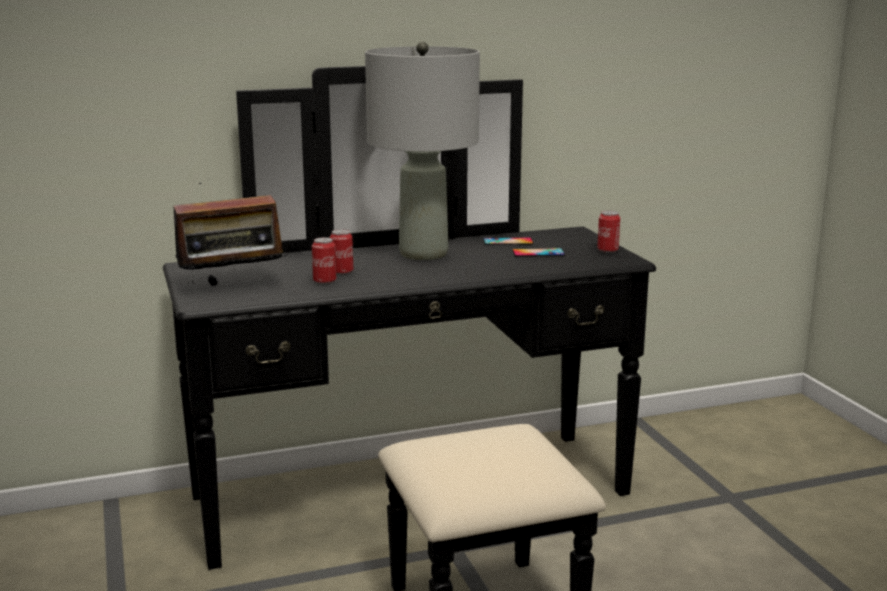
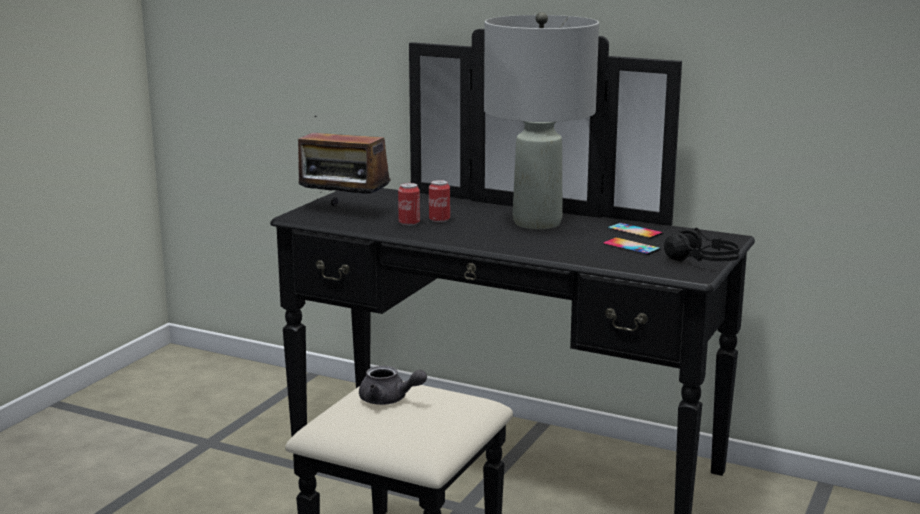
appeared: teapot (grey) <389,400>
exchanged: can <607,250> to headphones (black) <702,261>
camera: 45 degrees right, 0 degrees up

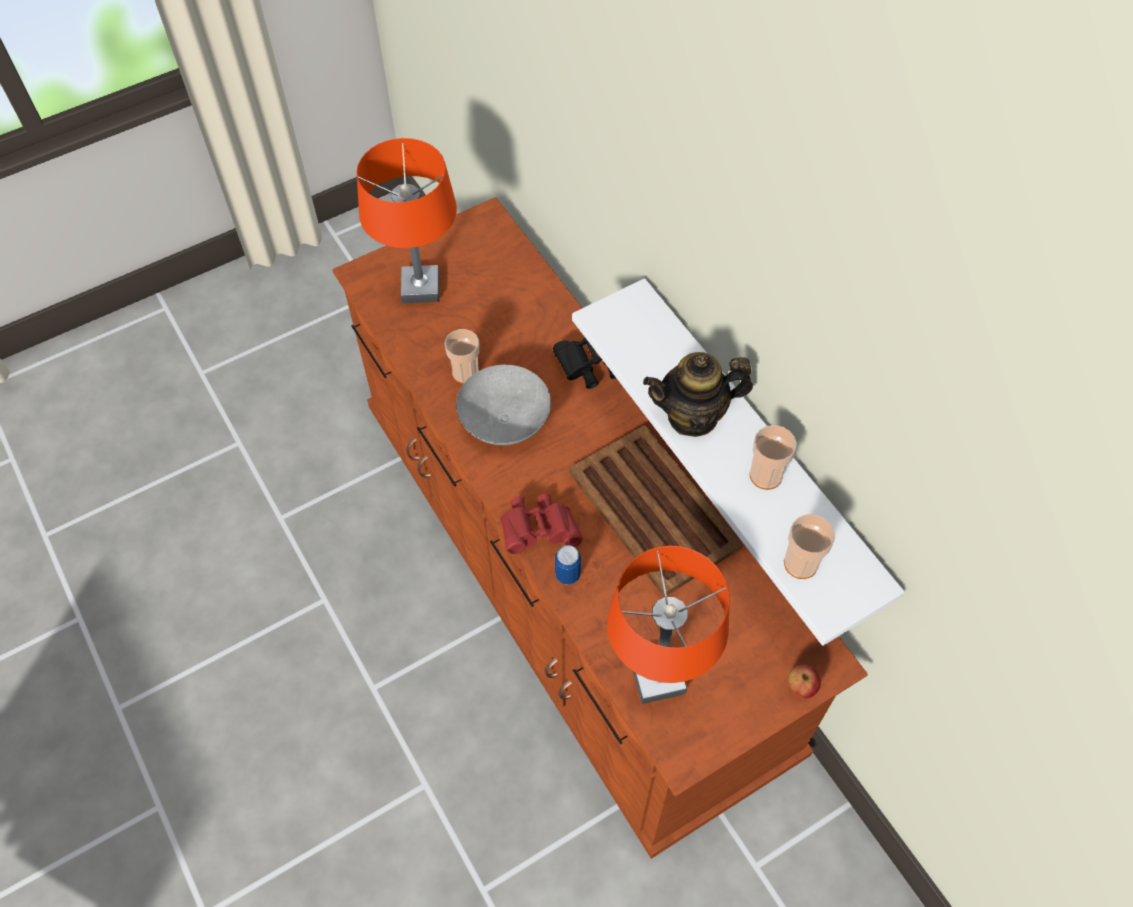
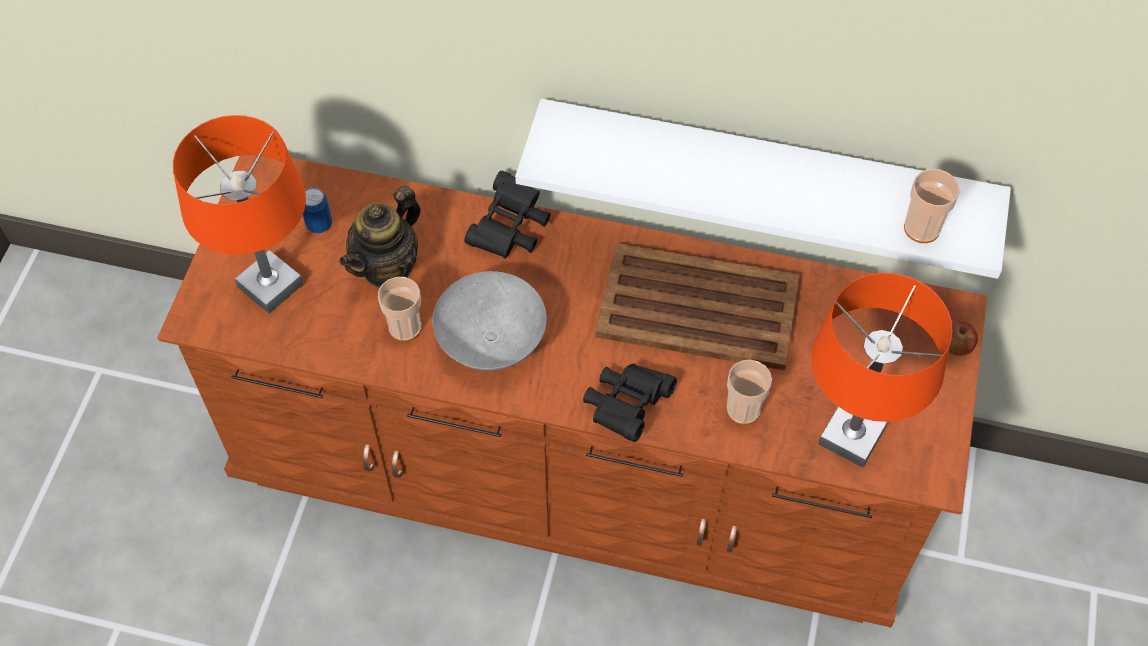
relocated: can <567,574> to <319,224>; teapot <693,416> to <387,266>; cup <765,475> to <743,410>
colour: binoculars (red) <539,530> to binoculars (black) <627,406>
camera: 45 degrees left, 0 degrees up

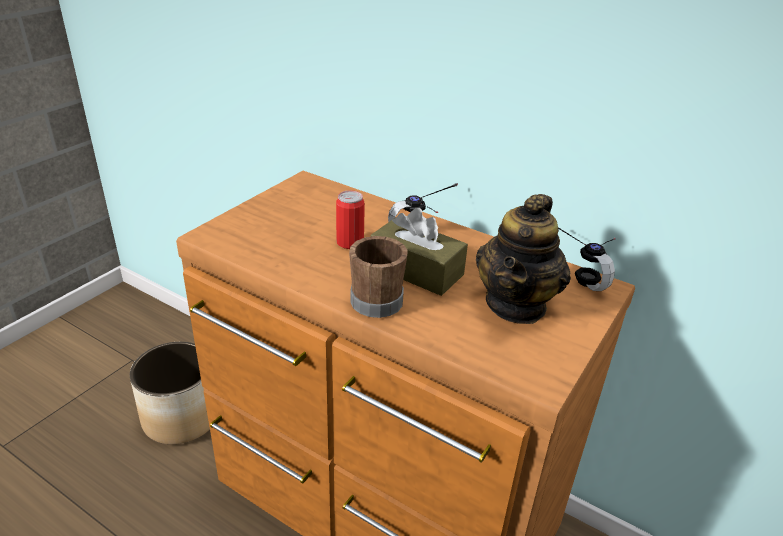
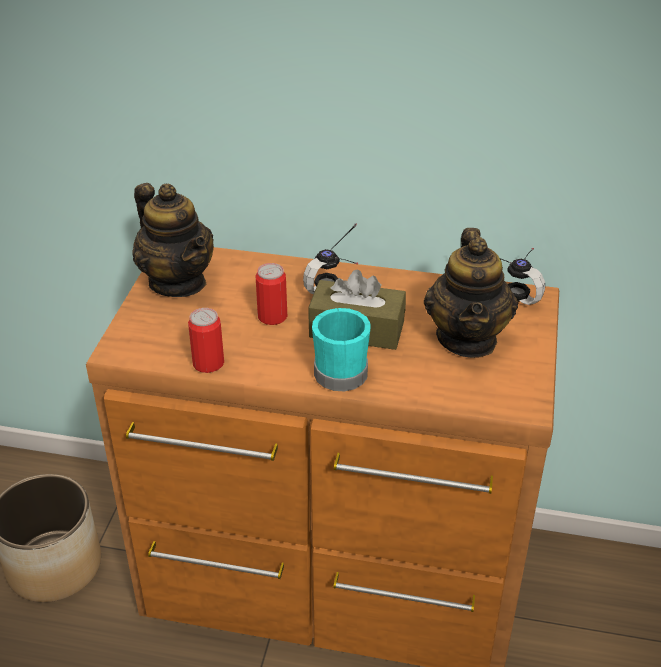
appeared: teapot <178,282>; can <208,363>
colour: mug (brown) <376,298> to mug (turquoise) <337,370>
camera: 20 degrees left, 5 degrees up

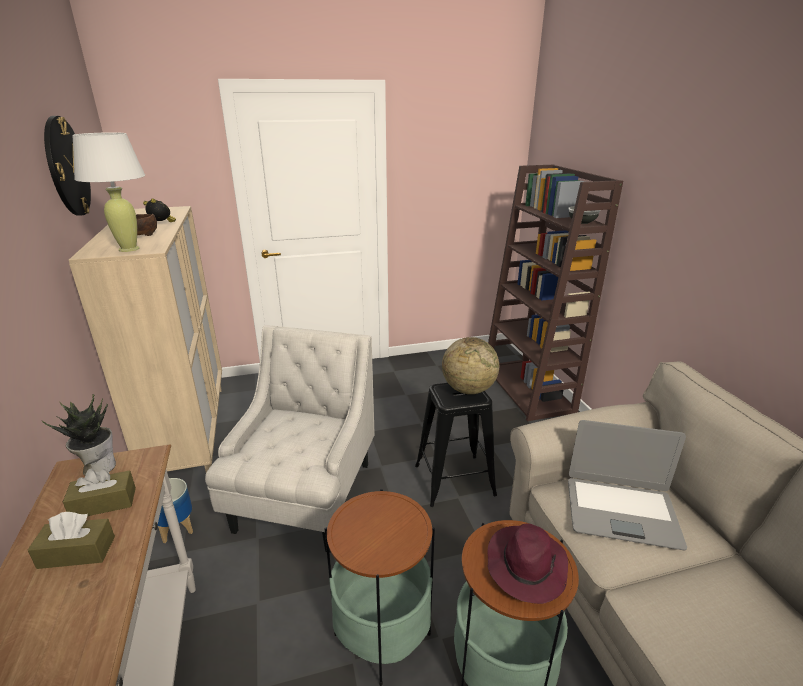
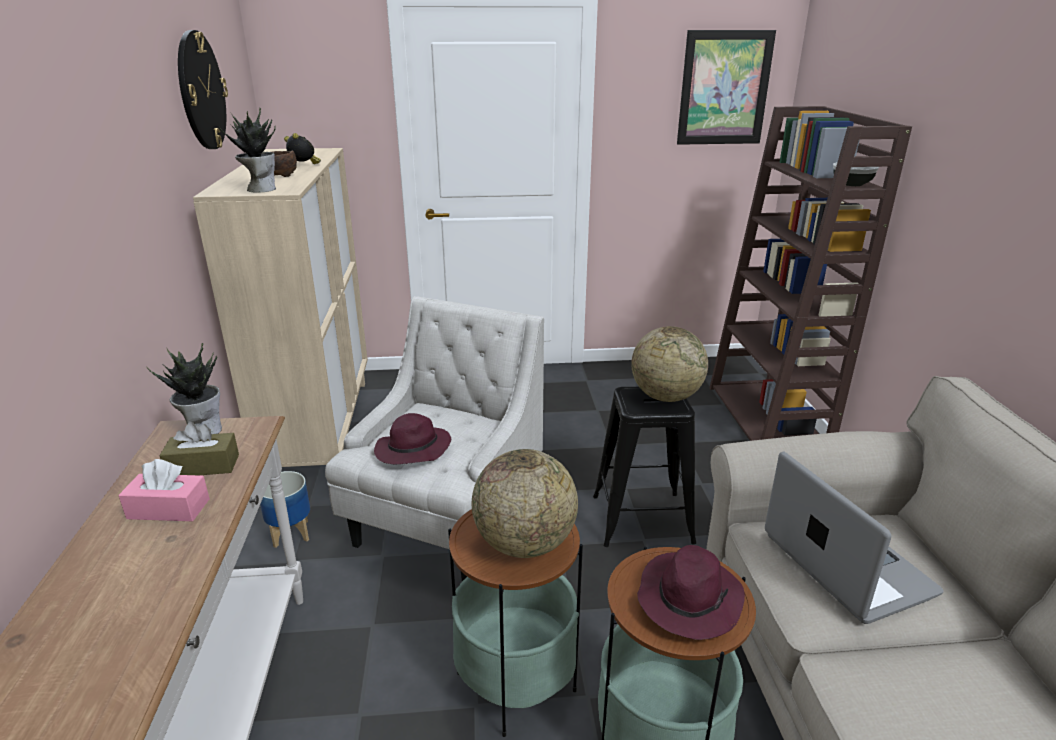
appeared: hat (purple) <412,450>; globe <525,544>; picture <724,88>
exchanged: table lamp (white) <129,249> to potted plant <260,189>
colour: tissue box (brown) <77,552> to tissue box (pink) <168,509>
spun: laptop <621,512> = <846,565> 135 degrees counterclockwise
camera: 10 degrees right, 0 degrees up

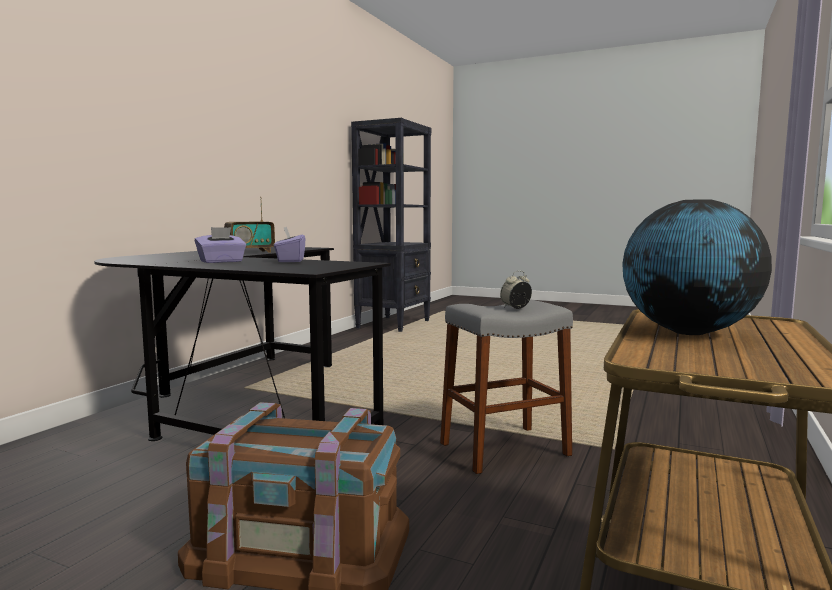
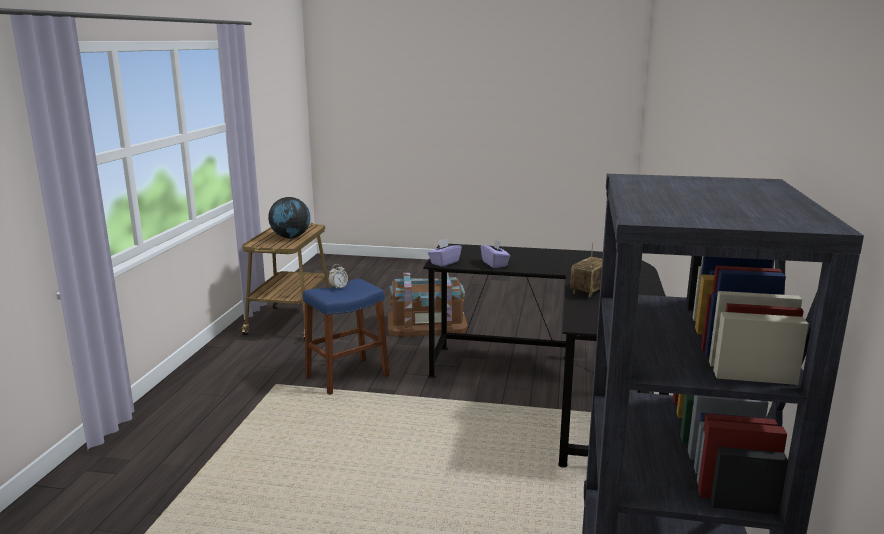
relocated: tissue box (purple) <221,261> to <444,262>
colour: stool (grey) <504,449> to stool (blue) <347,376>
camera: 165 degrees right, 10 degrees up

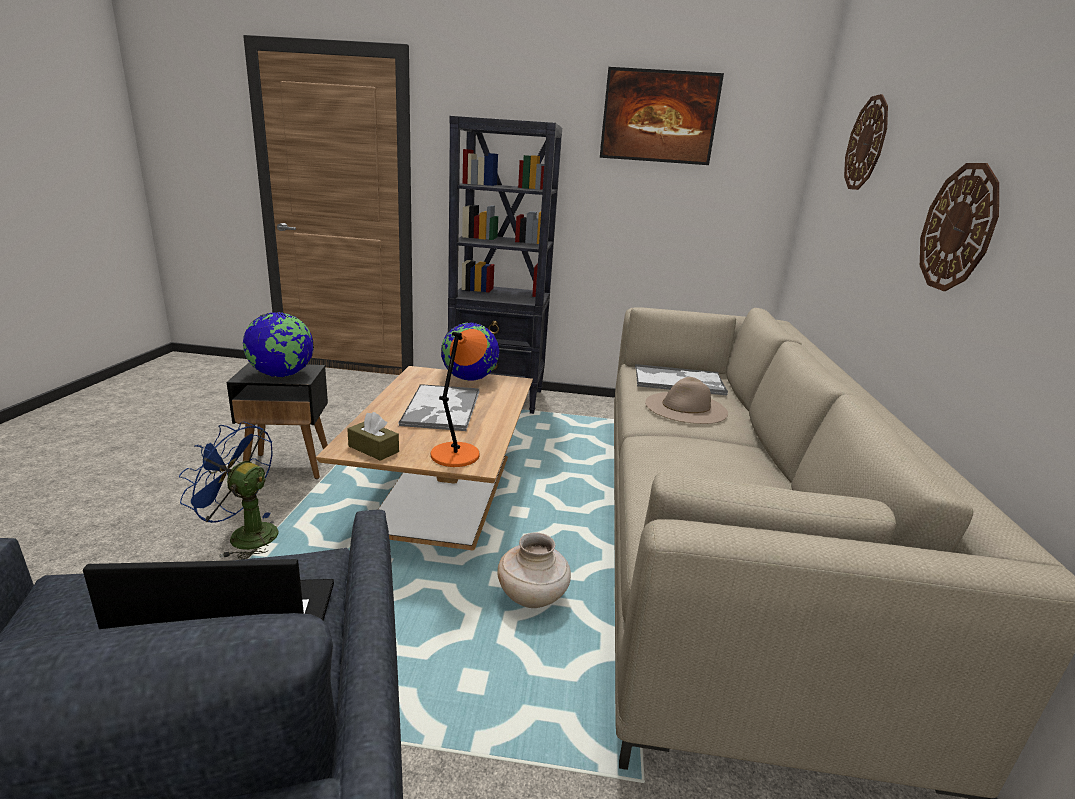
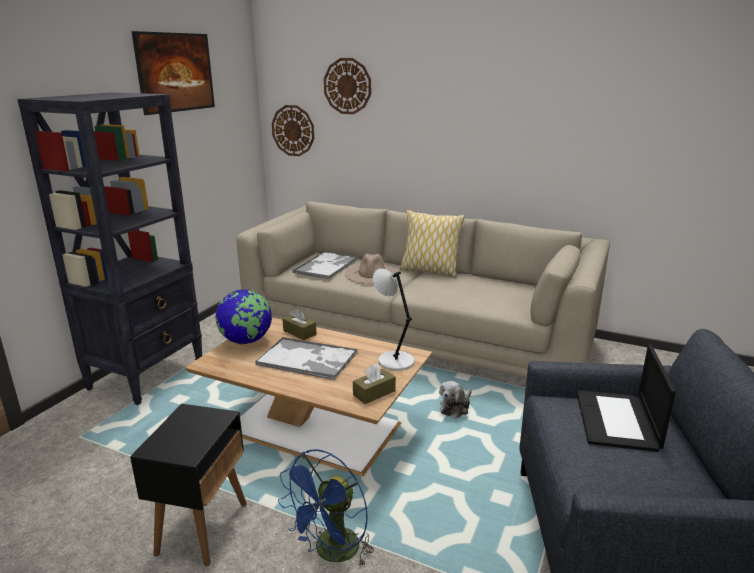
missing: globe <282,375>
appeared: tissue box (brown) <299,332>; pillow <429,271>
relocated: wall clock <958,228> to <293,130>
exchanged: vase (beige) <532,597> to plush toy <455,407>
colour: table lamp (orange) <456,454> to table lamp (grey) <394,360>
camera: 70 degrees left, 0 degrees up

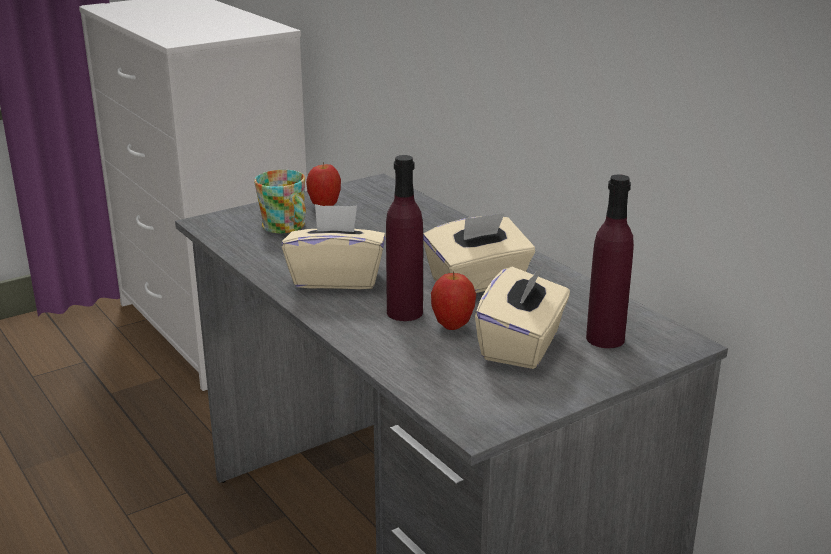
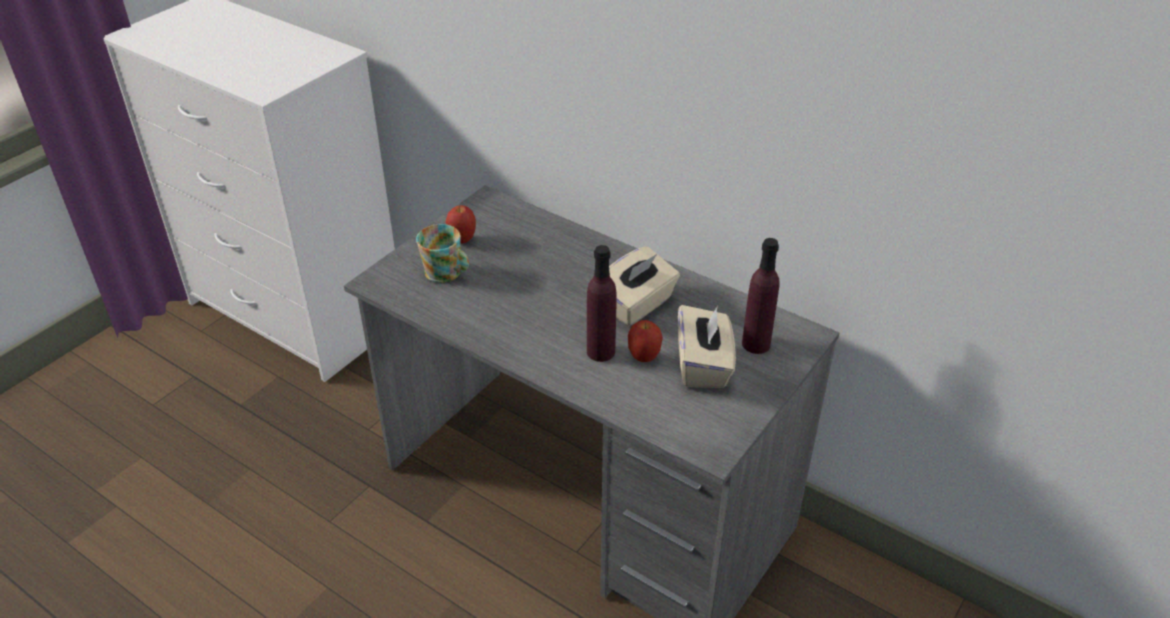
missing: tissue box (beige) <336,279>
camera: 20 degrees left, 15 degrees up

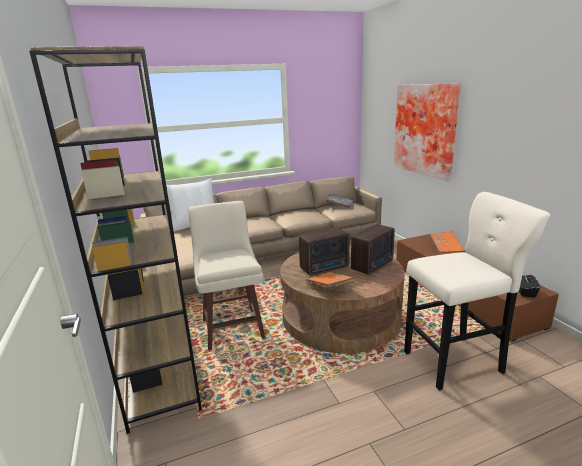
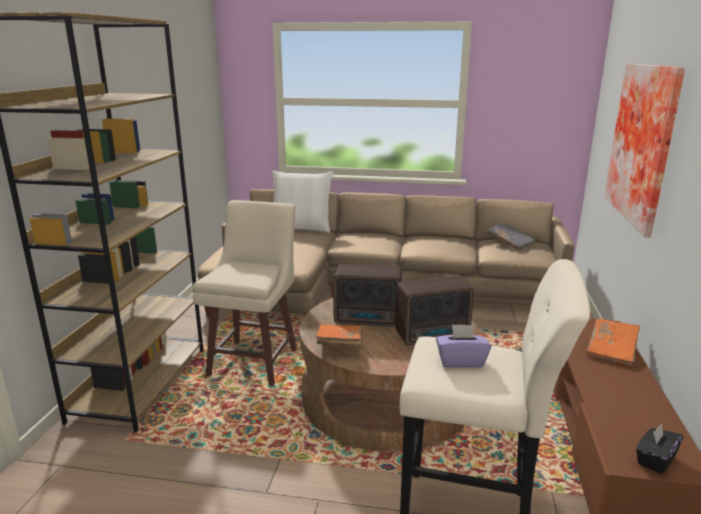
appeared: tissue box (purple) <460,361>
camera: 30 degrees right, 0 degrees up

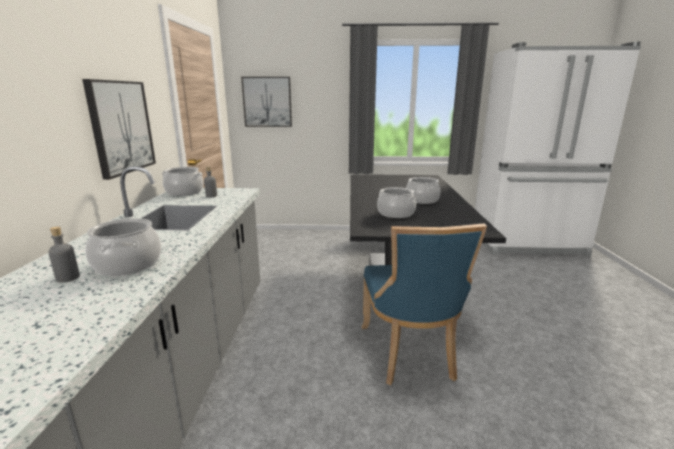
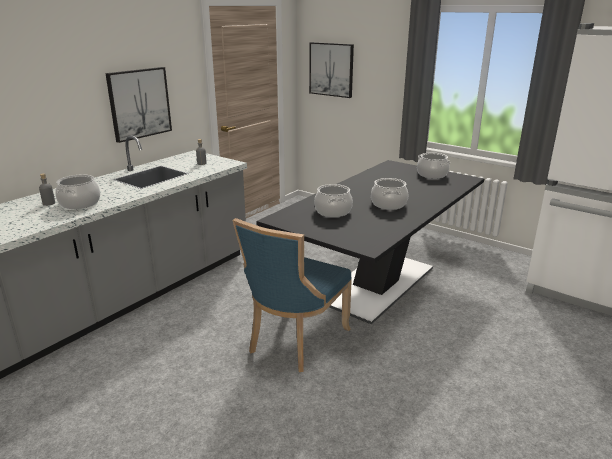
relocated: cooking pot <185,192> to <432,174>
camera: 35 degrees right, 5 degrees up

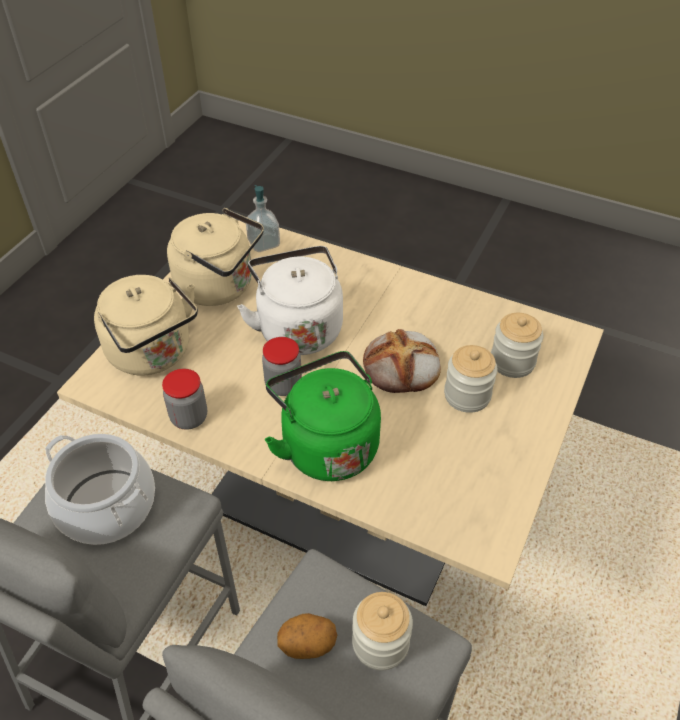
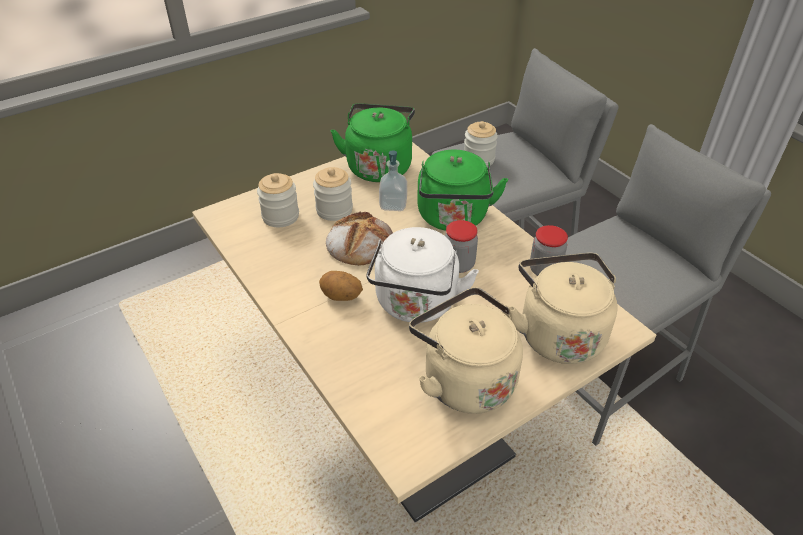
missing: cooking pot <106,506>
appeared: kettle (green) <379,166>
relocated: soap dispenser <264,243> to <393,204>; potato <307,644> to <341,297>
camera: 150 degrees left, 5 degrees down

